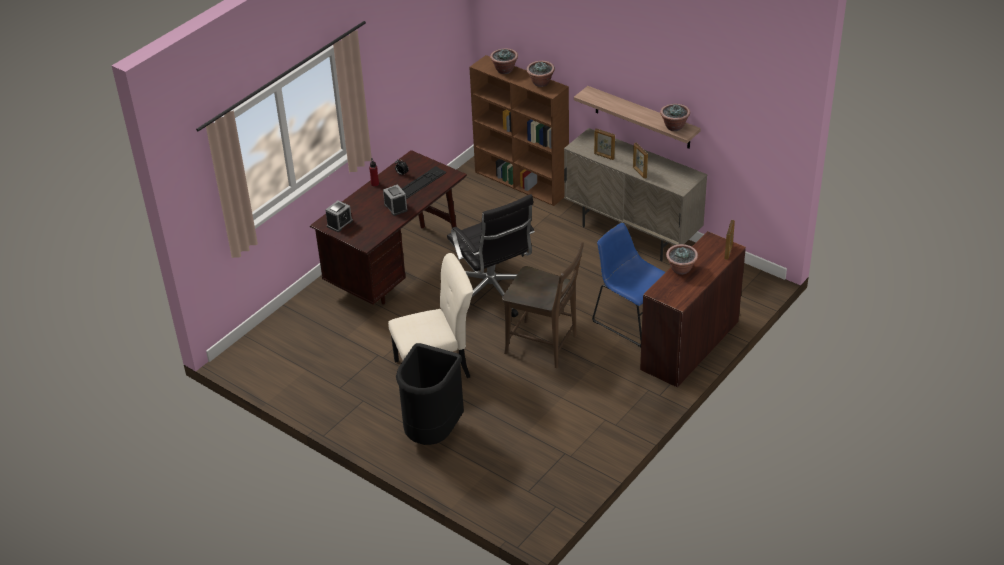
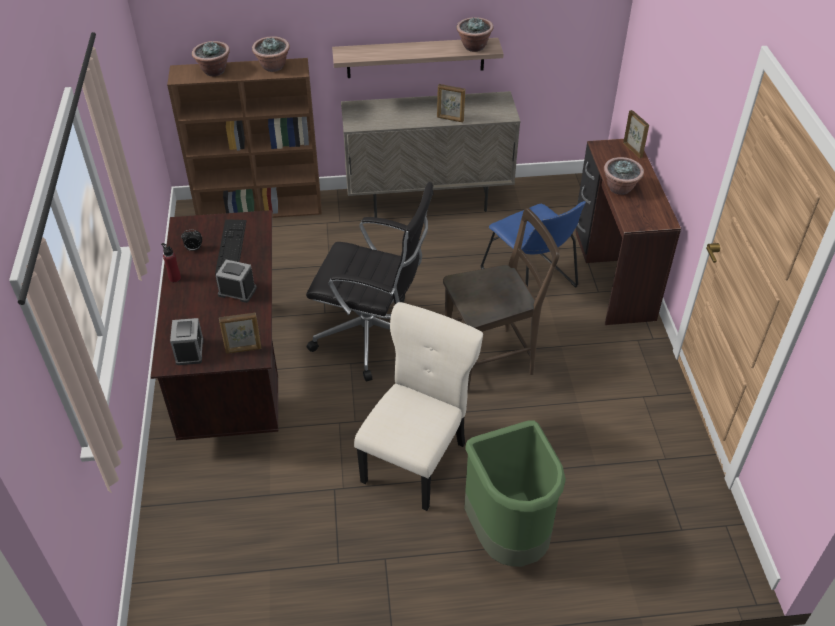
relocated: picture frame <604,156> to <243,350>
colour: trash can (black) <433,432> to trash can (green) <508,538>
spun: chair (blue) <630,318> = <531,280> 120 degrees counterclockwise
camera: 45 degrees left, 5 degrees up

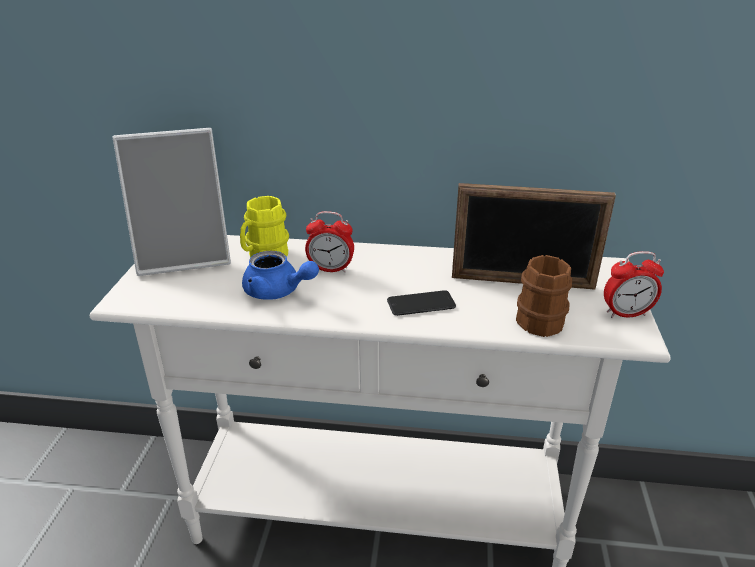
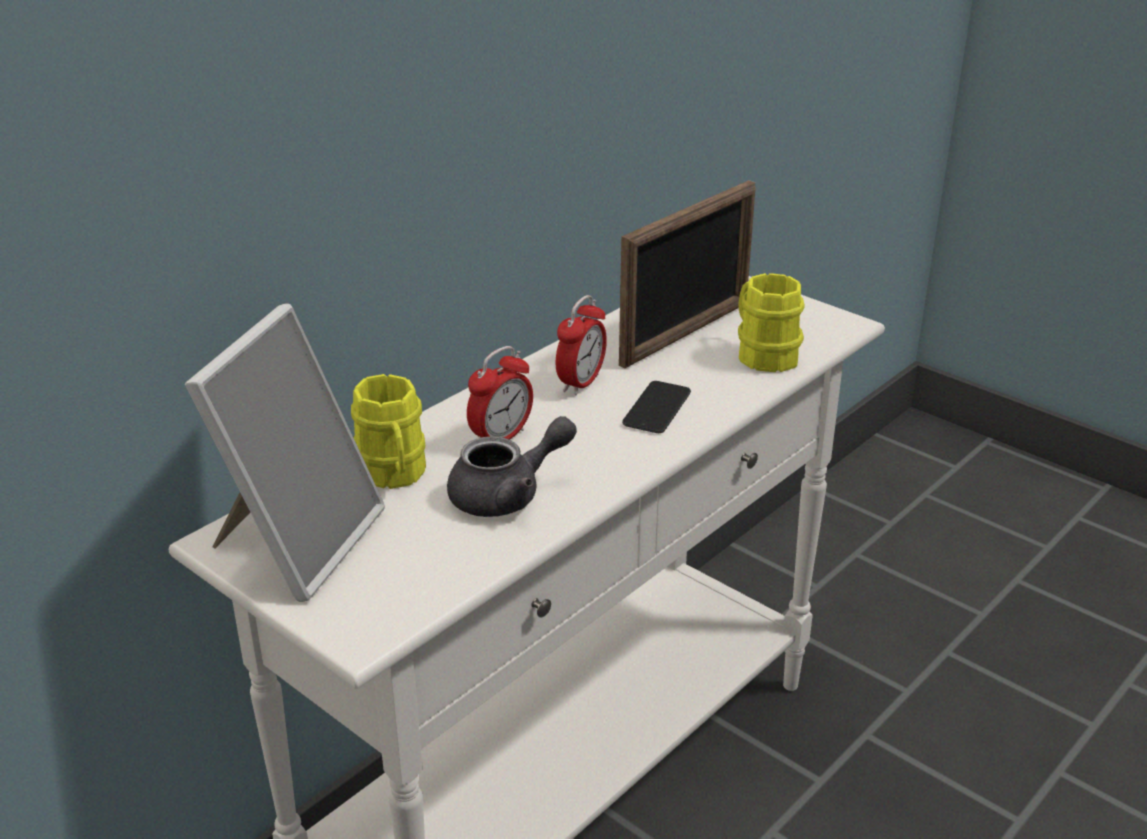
relocated: alarm clock <626,314> to <581,383>
colour: teapot (blue) <277,292> to teapot (grey) <508,495>; mug (brown) <541,318> to mug (yellow) <762,353>
camera: 55 degrees left, 0 degrees up

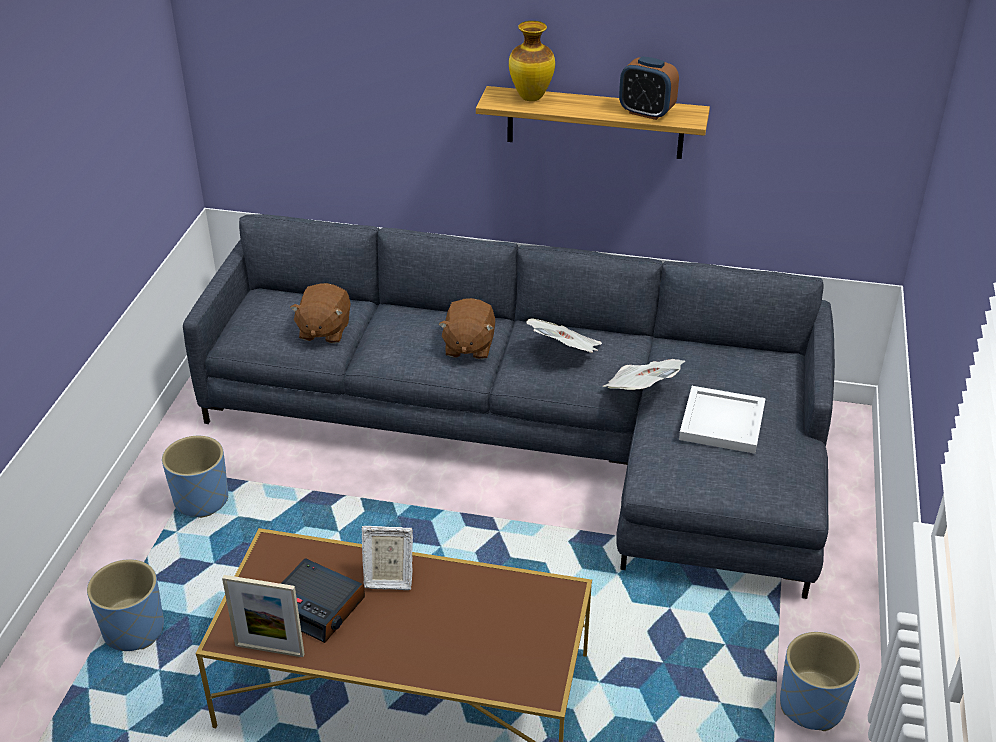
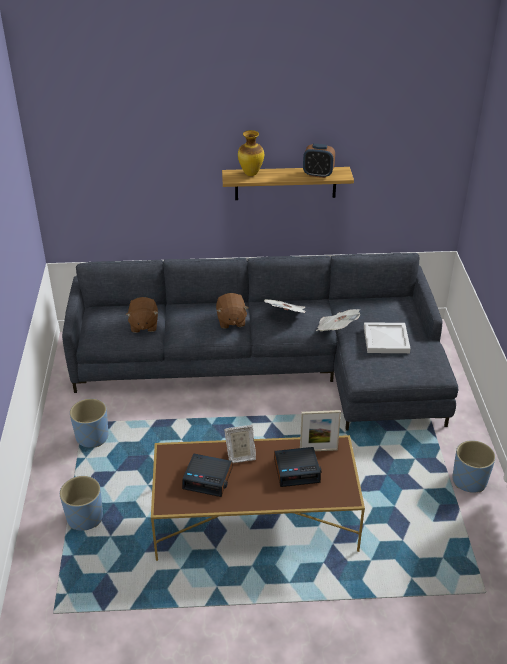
appeared: alarm clock <297,470>
relocated: picture frame <269,650> to <318,450>
camera: 15 degrees left, 0 degrees up

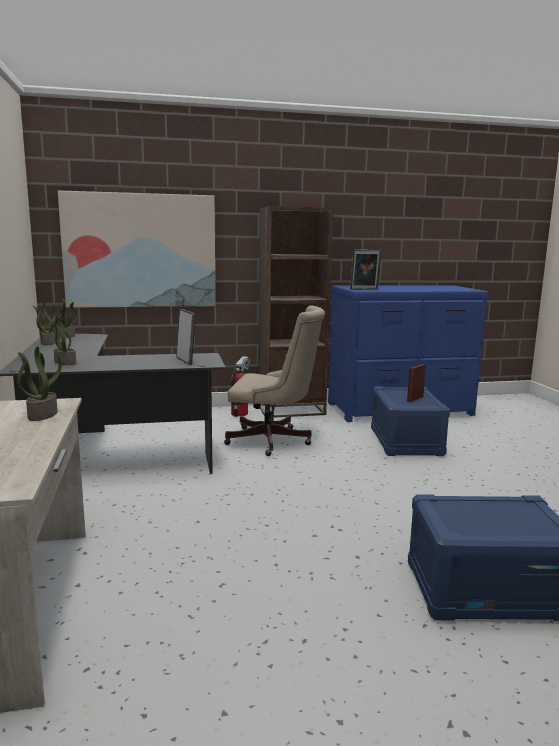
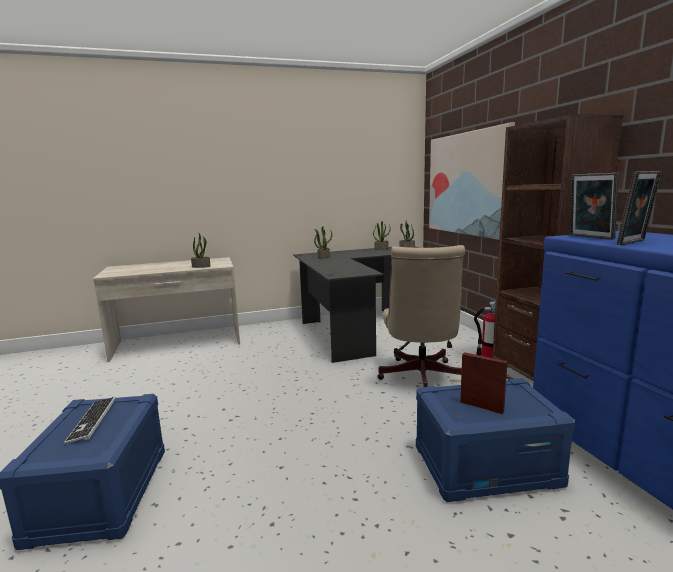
appeared: keyboard <92,420>
relocated: picture frame <186,360> to <634,242>
camera: 85 degrees right, 0 degrees up

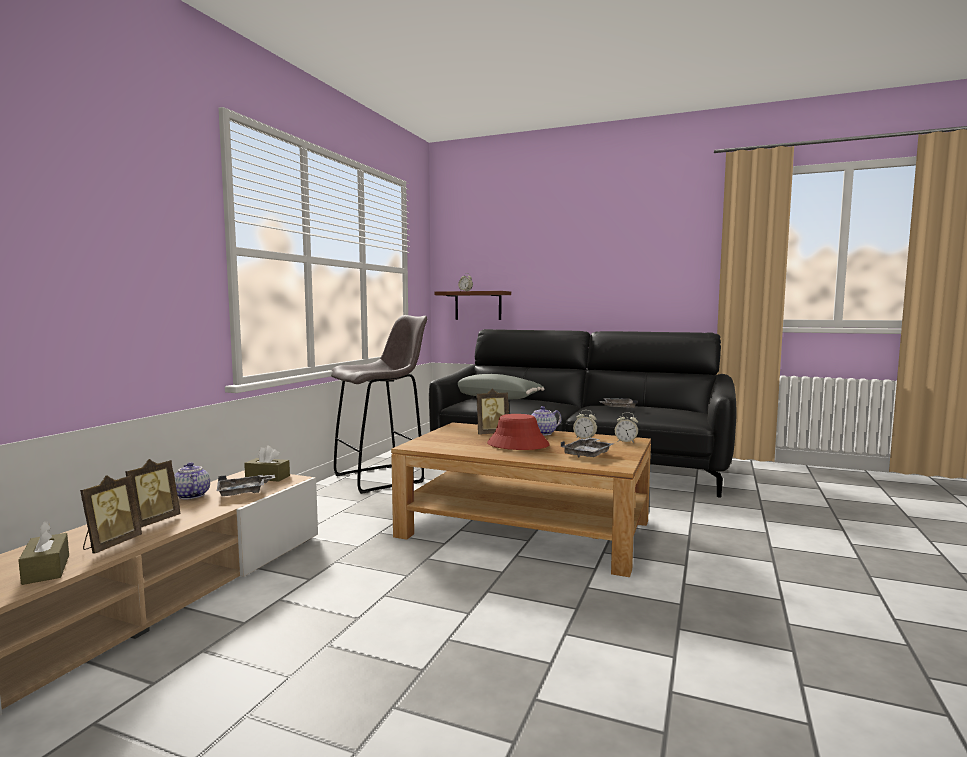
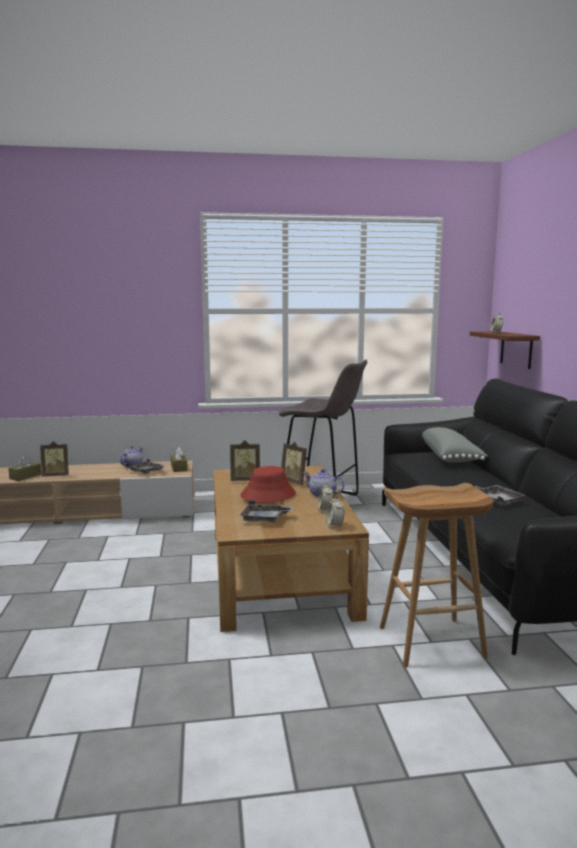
appeared: stool (brown) <430,642>
relocated: picture frame <152,522> to <245,480>
camera: 60 degrees right, 5 degrees up

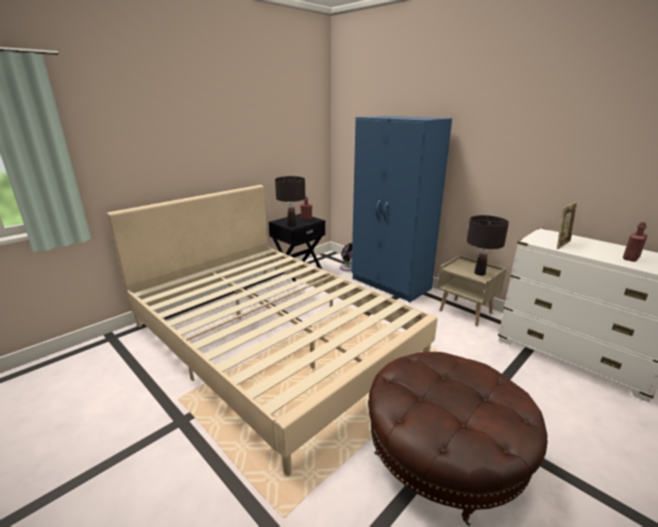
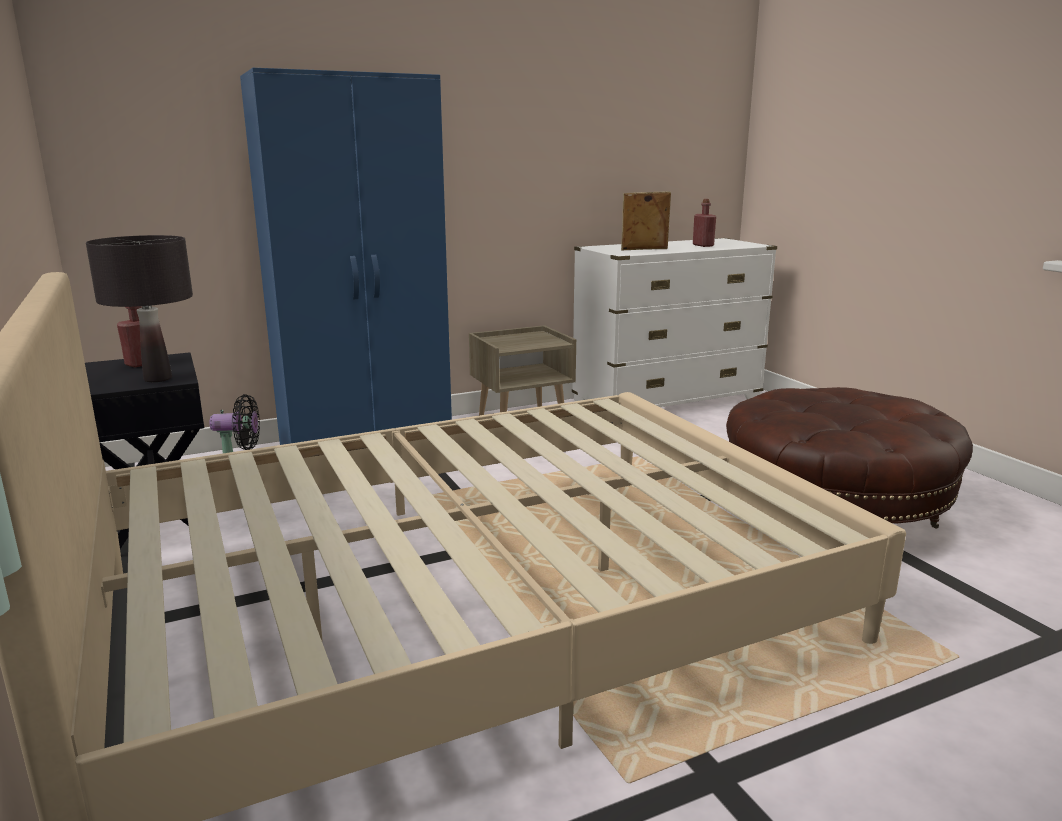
missing: table lamp (black) <479,273>
spun: picture frame <562,244> = <644,250> 75 degrees counterclockwise
camera: 70 degrees left, 5 degrees down

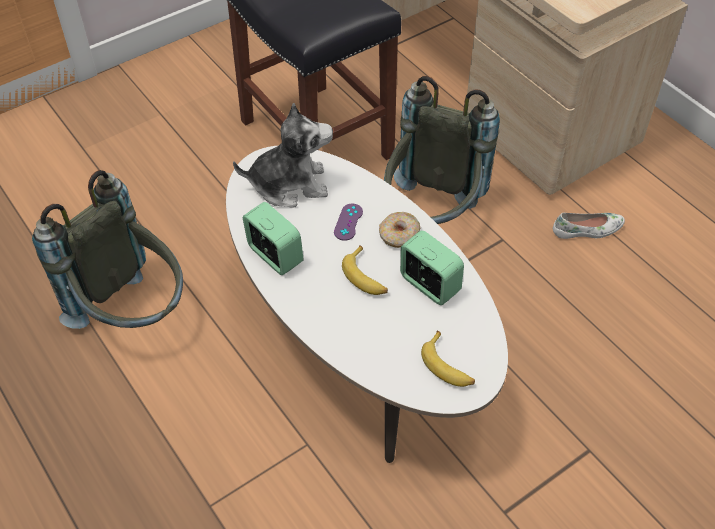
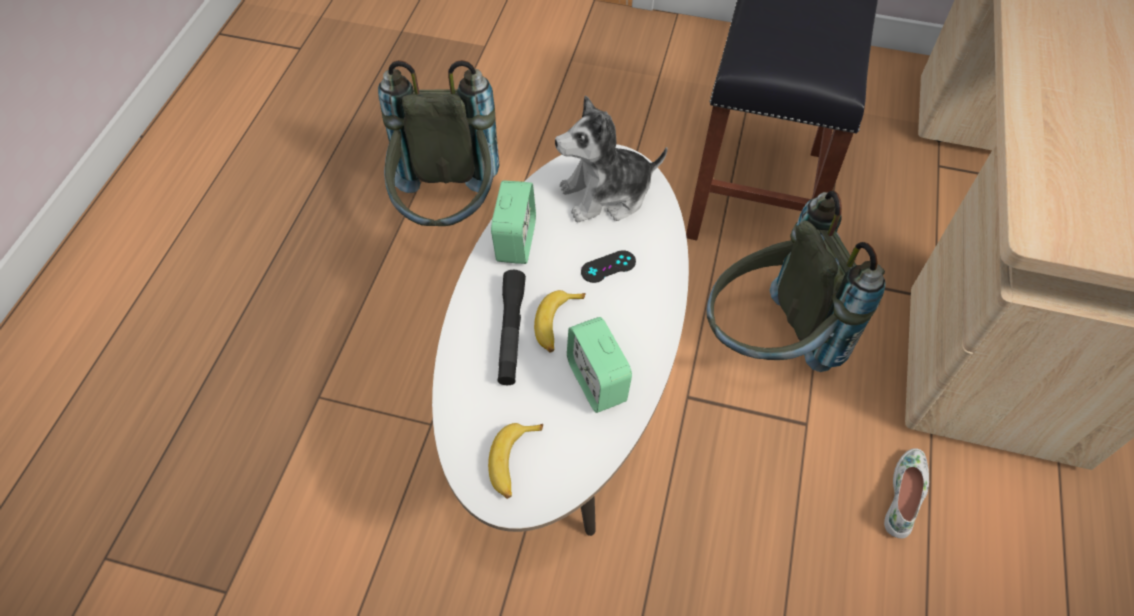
missing: donut <399,235>
appeared: flashlight (black) <511,332>
colour: game controller (purple) <348,222> to game controller (black) <608,267>
spun: plush toy <289,184> = <606,195> 120 degrees clockwise; alarm clock <429,285> = <597,381> 150 degrees clockwise; shoe (white) <587,230> = <905,496> 105 degrees counterclockwise
camera: 50 degrees right, 5 degrees up

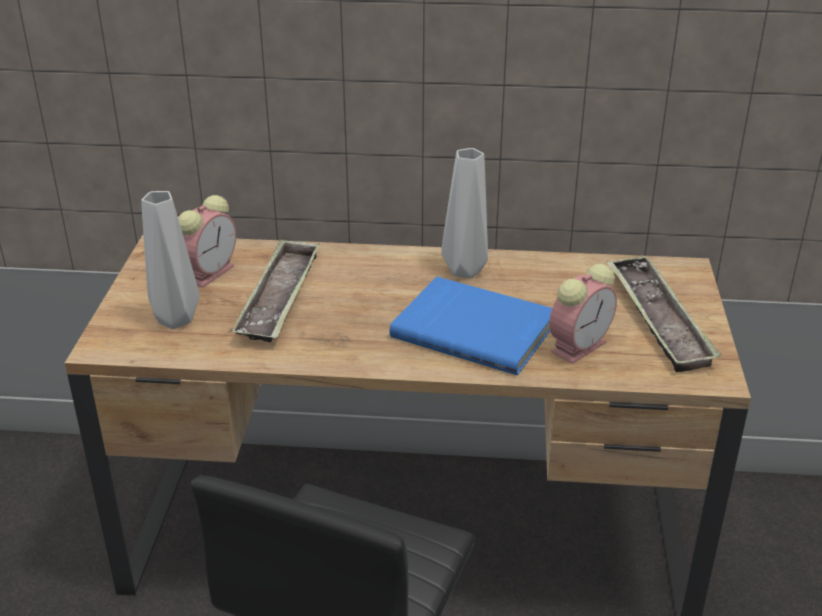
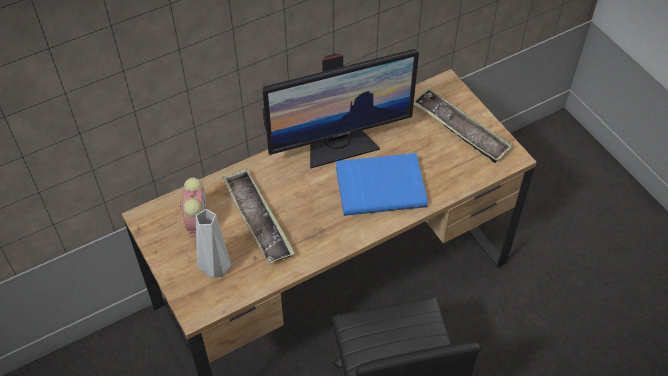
missing: alarm clock <579,345>
exchanged: vase (grey) <465,272> to monitor <339,145>
camera: 35 degrees left, 20 degrees up

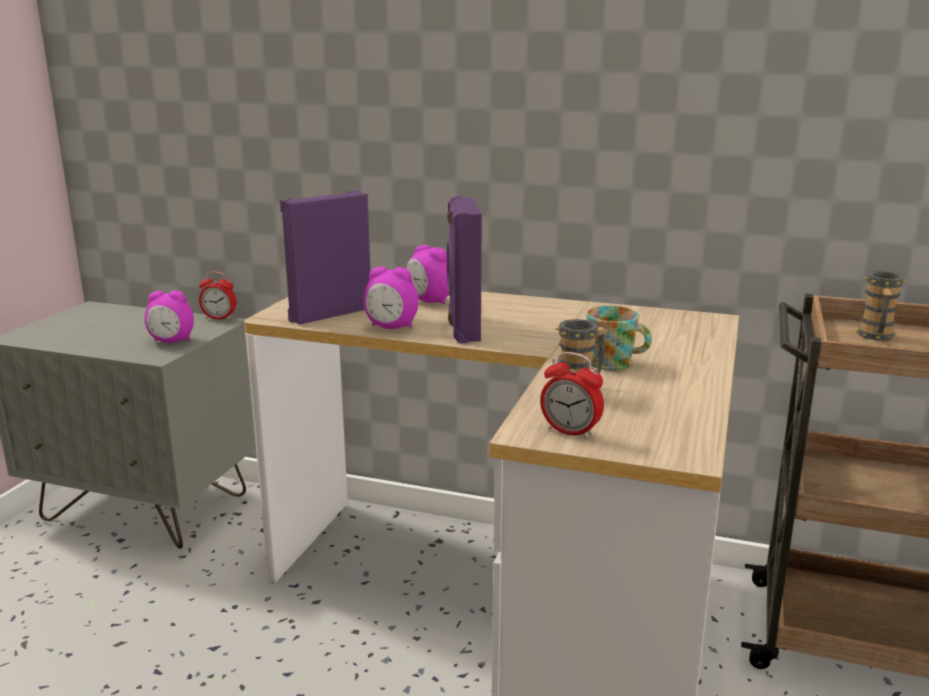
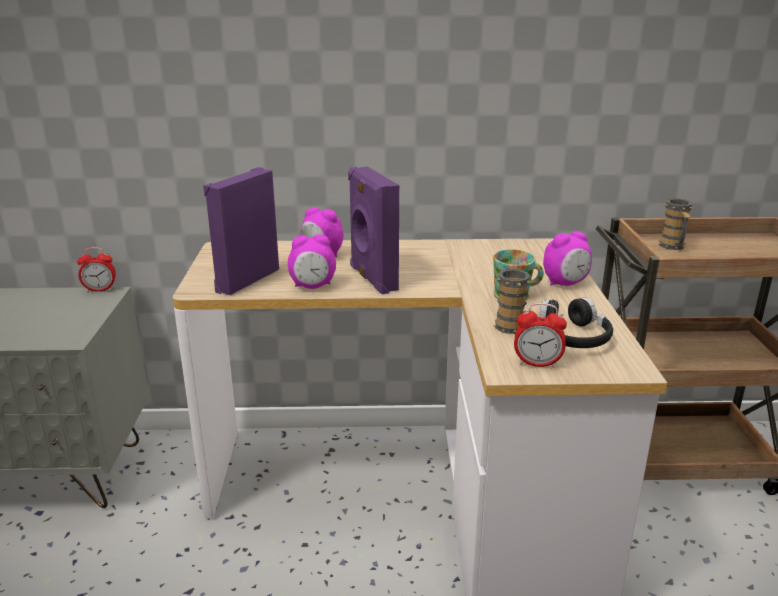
appeared: headphones (black) <571,337>
relocated: alarm clock <172,341> to <565,283>
camera: 20 degrees left, 5 degrees up

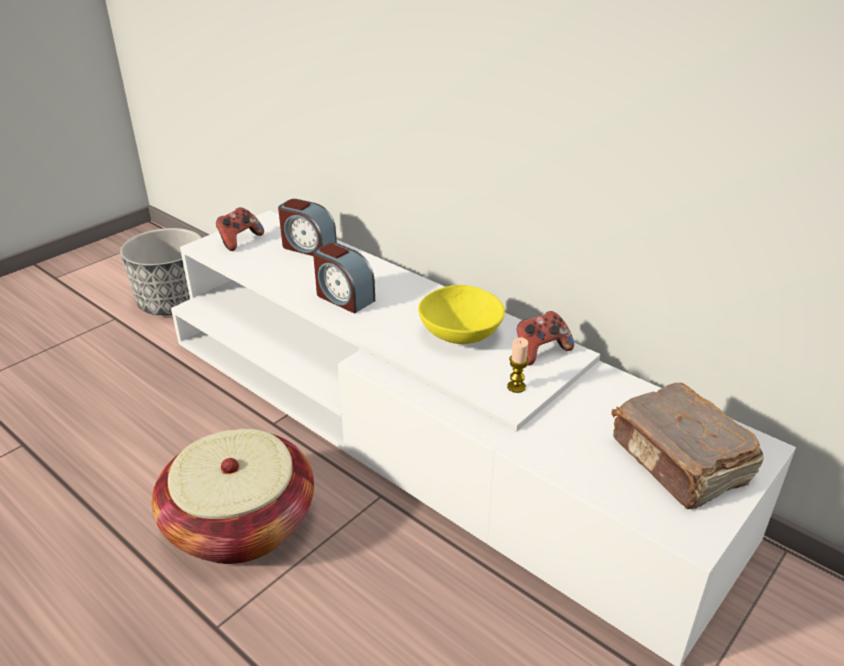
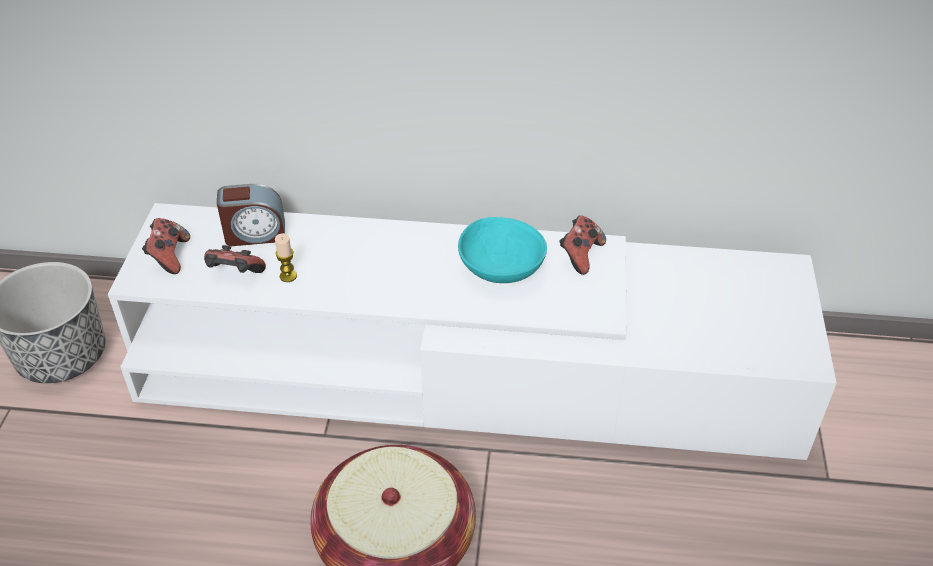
missing: alarm clock <344,298>; book (brown) <680,462>
appeared: game controller <235,275>
relocated: candle <516,387> to <288,276>
colour: bowl (yellow) <459,334> to bowl (turquoise) <500,269>
camera: 35 degrees left, 10 degrees up

